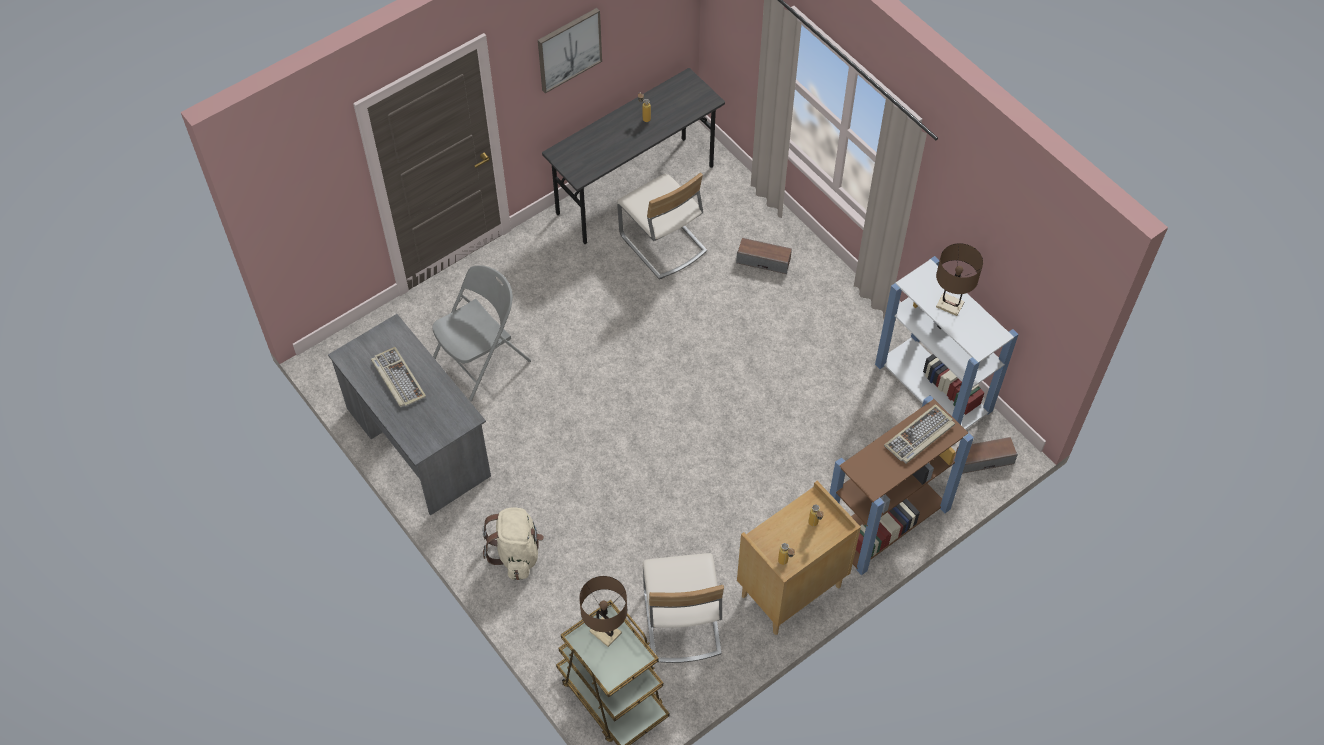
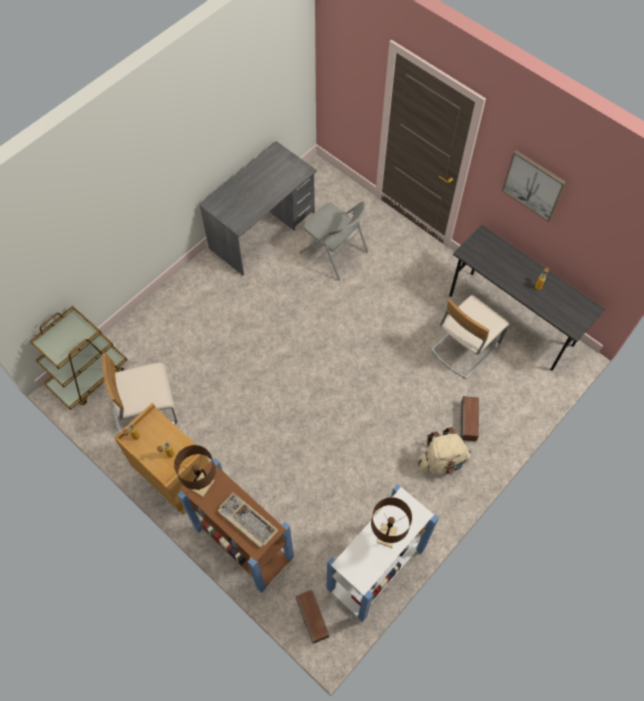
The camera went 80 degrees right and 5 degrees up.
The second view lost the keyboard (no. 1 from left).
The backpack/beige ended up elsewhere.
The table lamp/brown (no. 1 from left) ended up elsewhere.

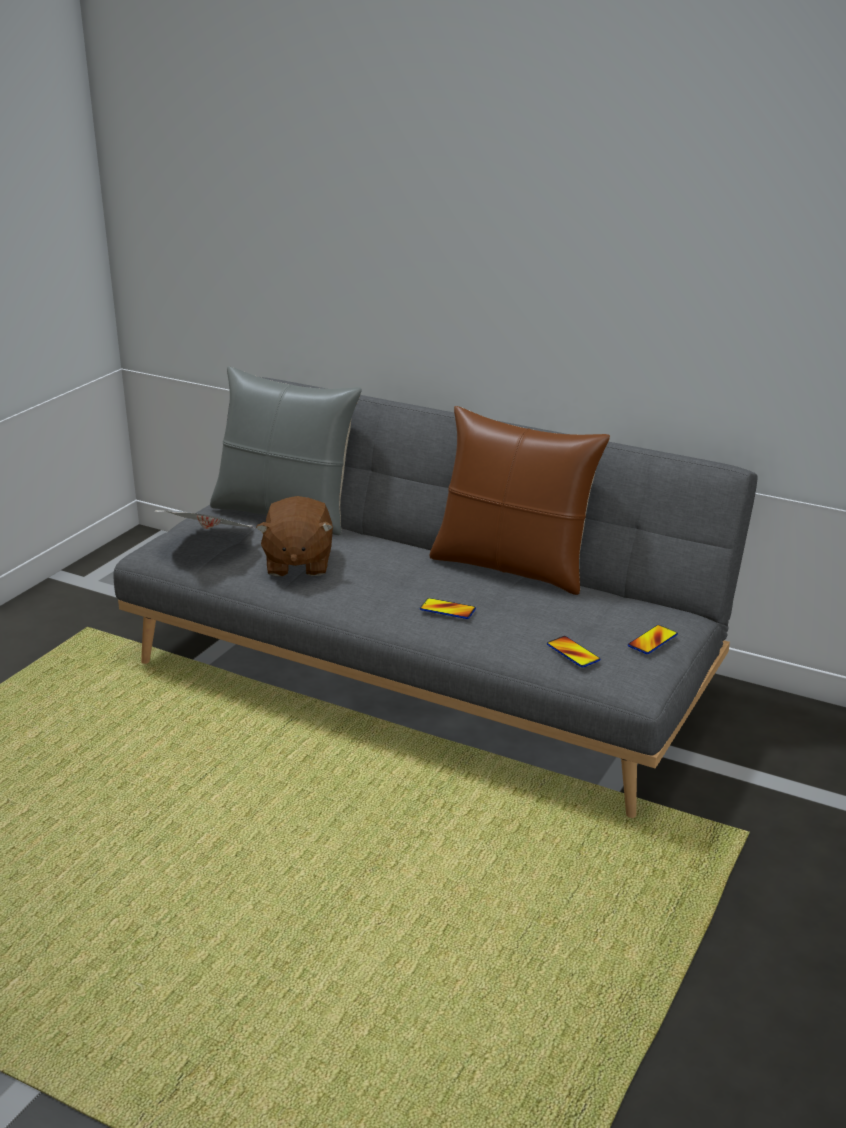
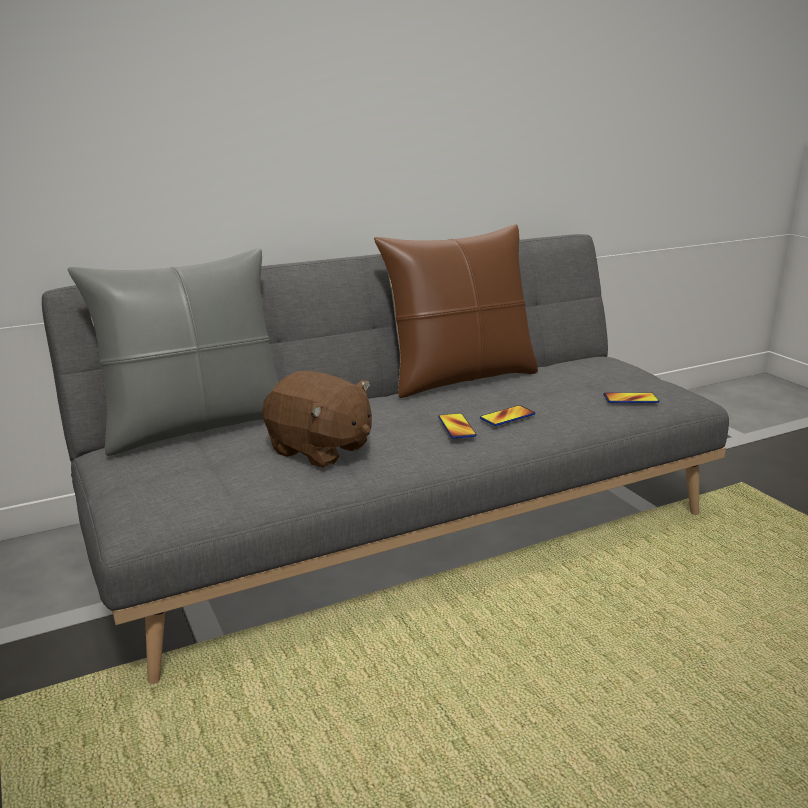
The camera went 55 degrees left and 5 degrees down.
The second view lost the newspaper.
The phone (no. 3 from left in the first image) ended up elsewhere.

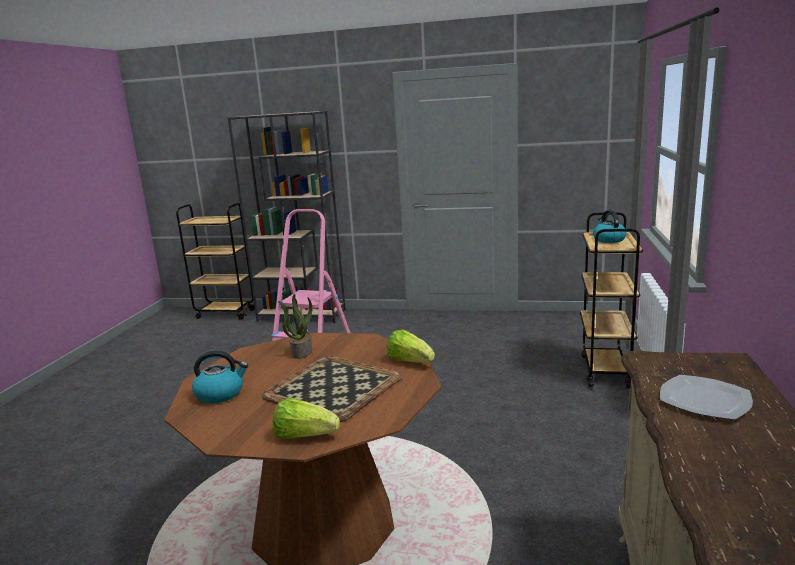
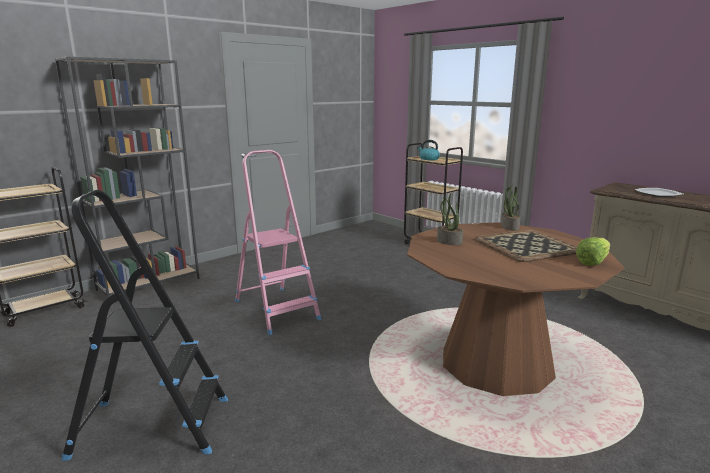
The camera went 55 degrees left and 0 degrees up.
The second view lost the kettle (no. 1 from left).
The second view gained the step ladder/black.
Where the lettuce (no. 2 from left) stood, the potted plant (no. 2 from left) came to stand.

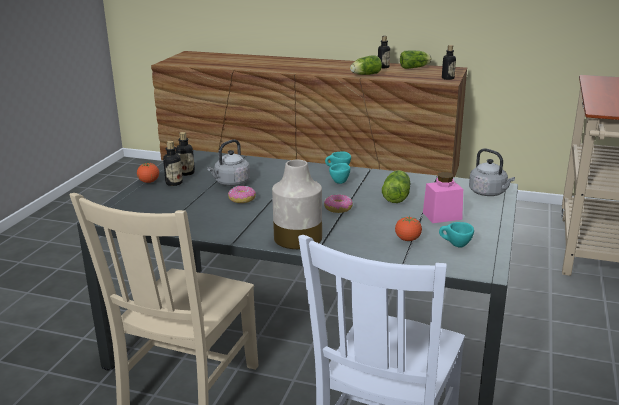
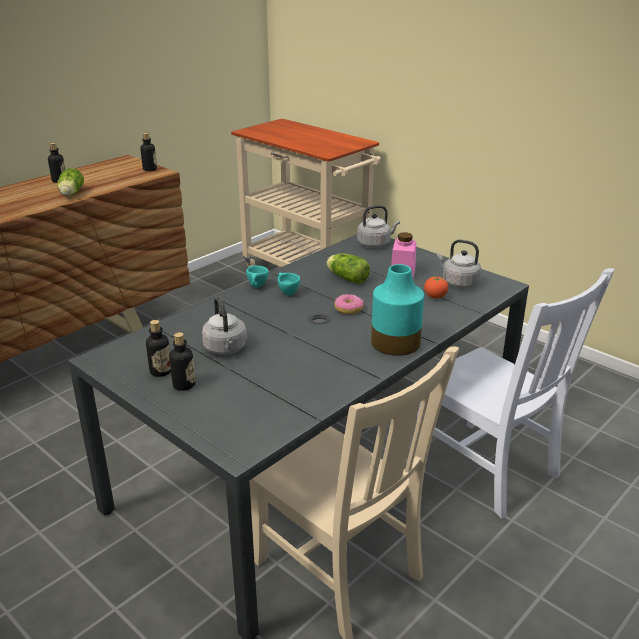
The camera went 65 degrees left and 5 degrees up.
The second view lost the tomato (no. 1 from left).
The second view lost the donut (no. 1 from left).
The second view lost the lettuce (no. 3 from left).
Where the cup/turquoise (no. 3 from left) stood, the kettle/grey (no. 3 from left) came to stand.
What was the vase/beige turned into the vase/turquoise.

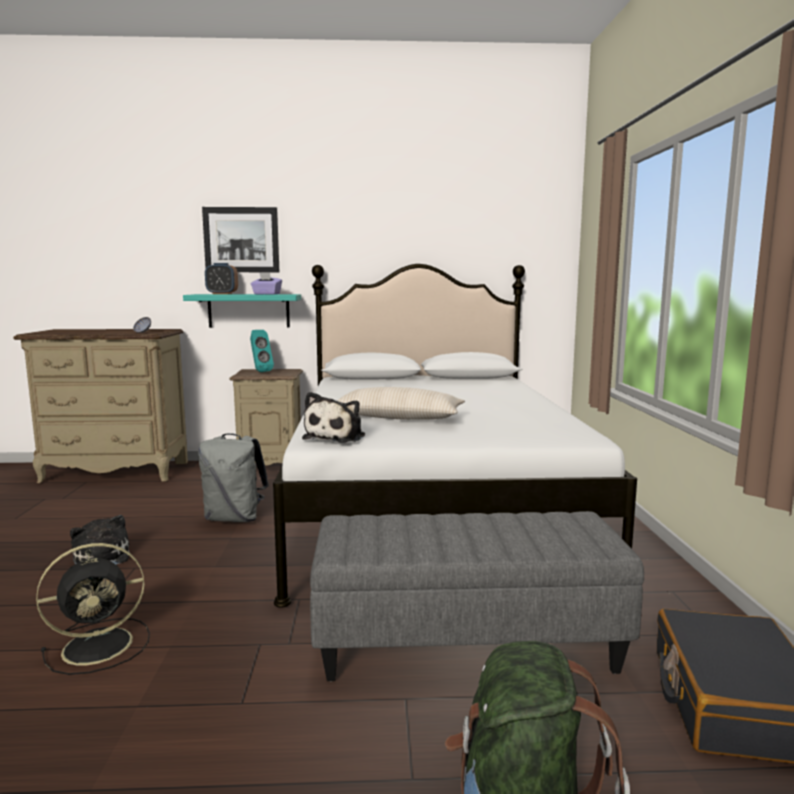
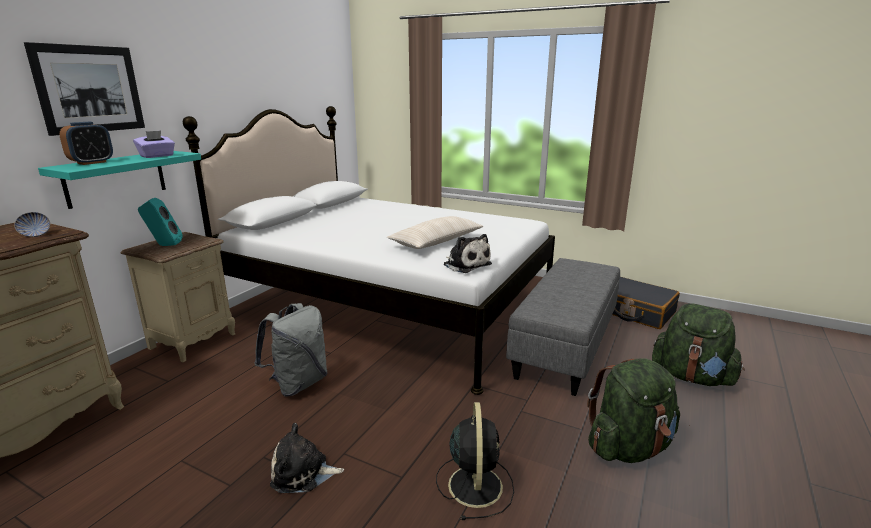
The camera went 60 degrees left and 10 degrees up.
The second view gained the backpack/green (no. 1 from left).

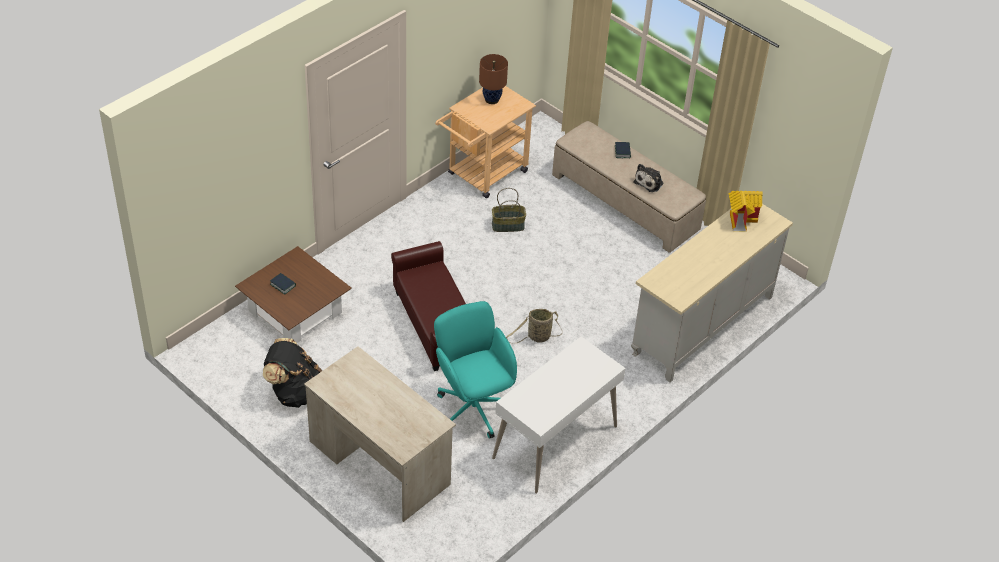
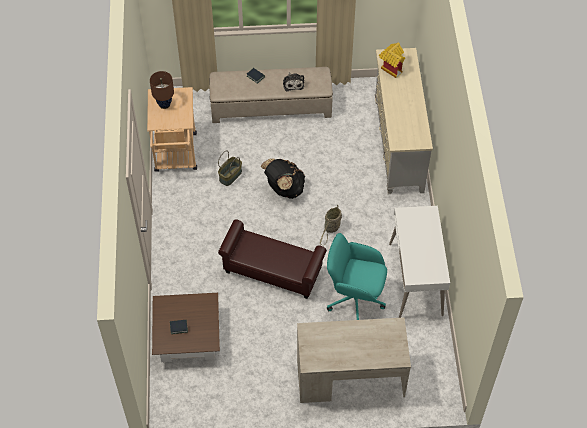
The camera went 45 degrees left and 10 degrees up.
The backpack/black ended up elsewhere.

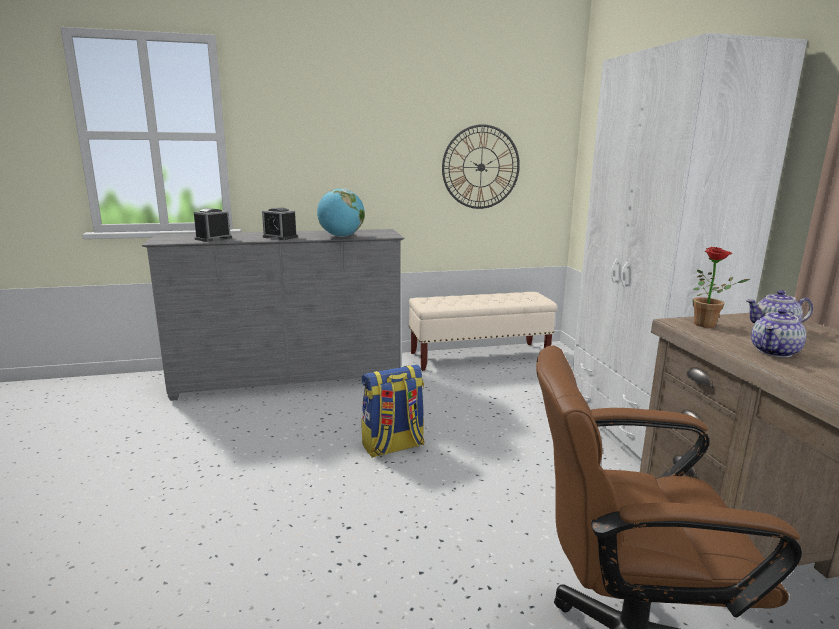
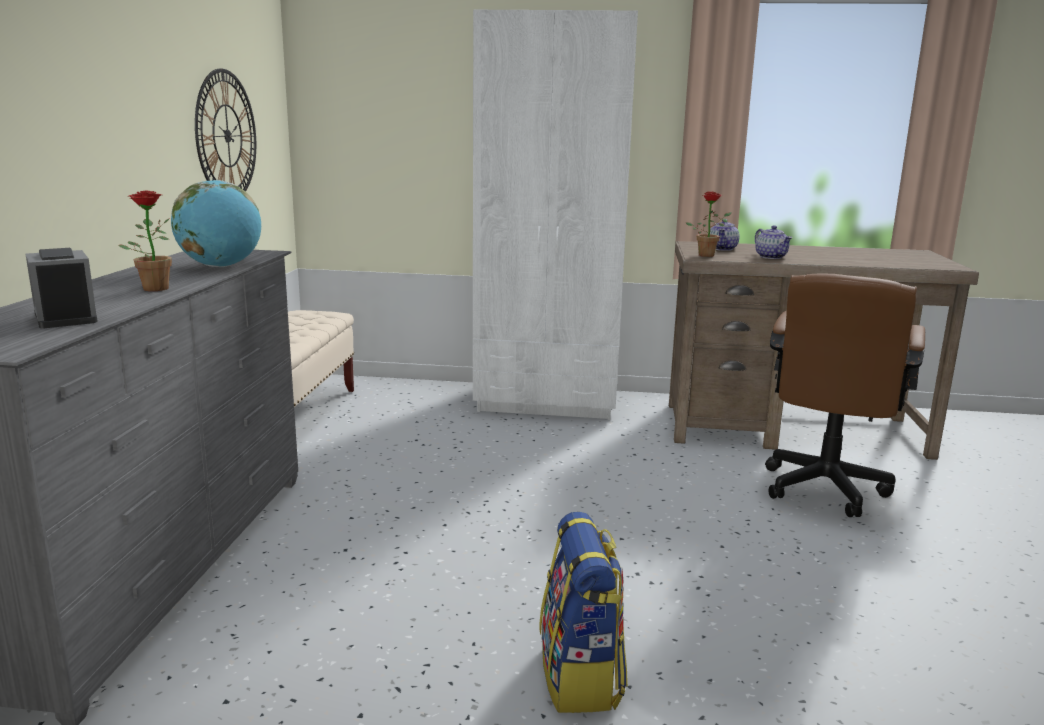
The camera went 70 degrees left and 0 degrees up.
The backpack ended up elsewhere.
Where the alarm clock (no. 2 from left) stood, the potted plant (no. 1 from left) came to stand.

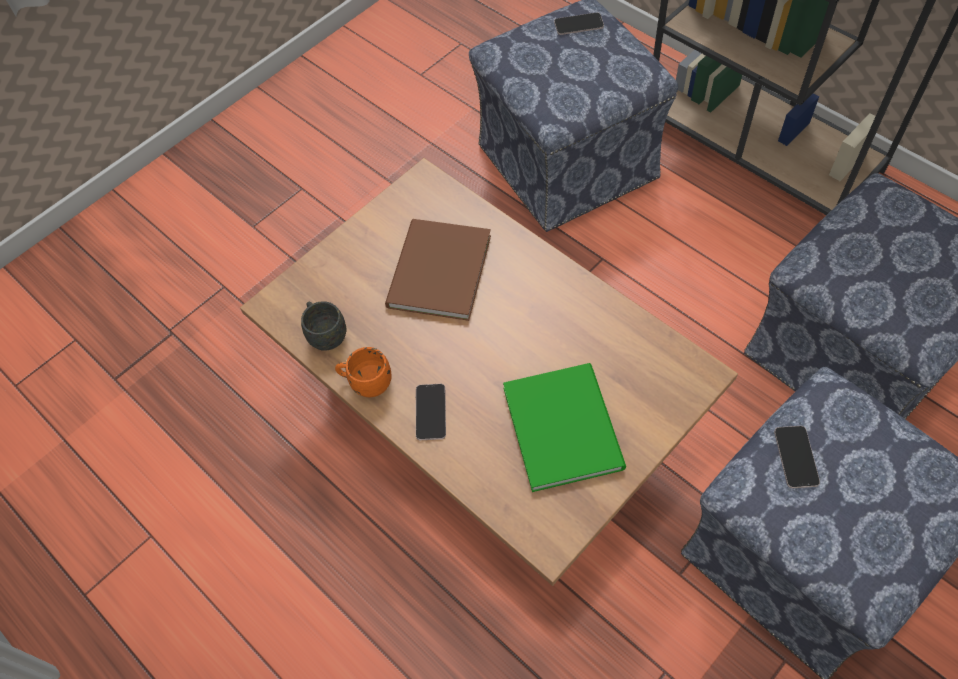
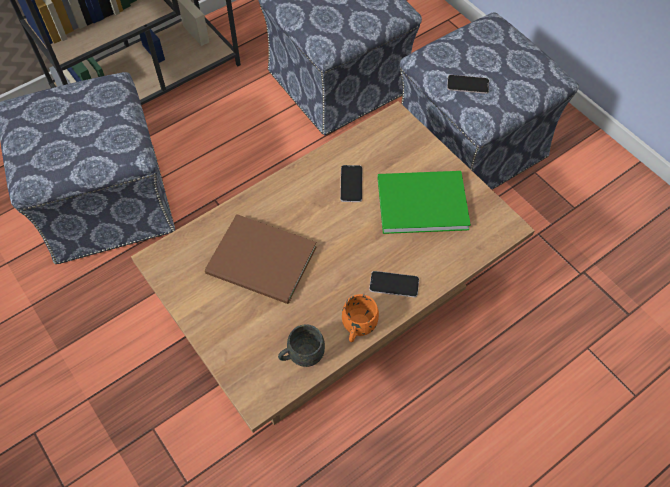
The camera went 85 degrees left and 0 degrees up.
The phone (no. 2 from left in the first image) ended up elsewhere.

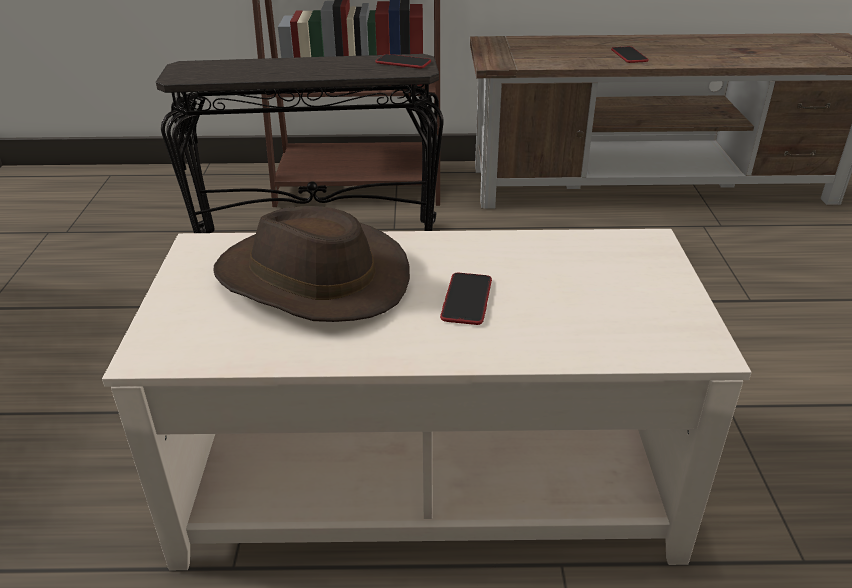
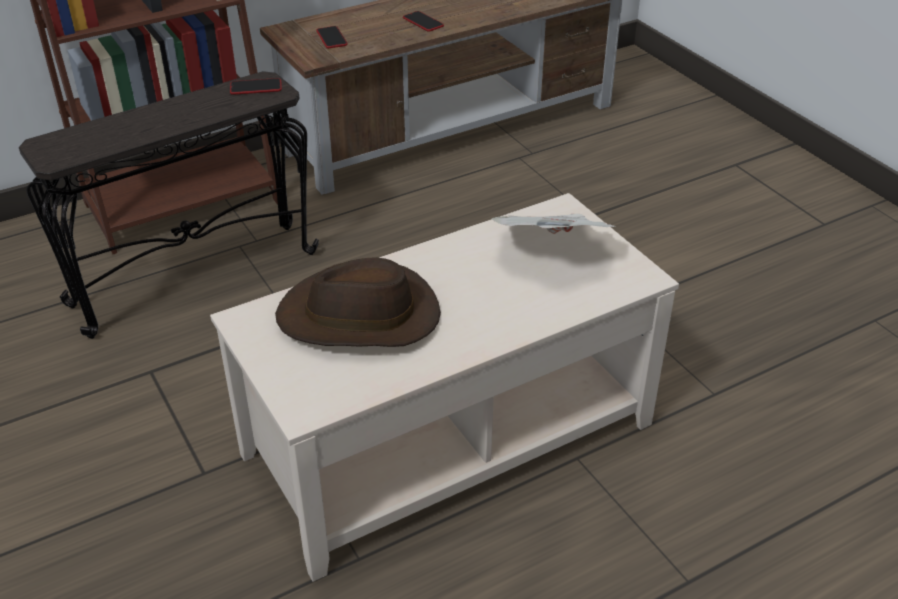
The camera went 30 degrees left and 5 degrees up.
The second view gained the newspaper.
The phone (no. 2 from left) ended up elsewhere.

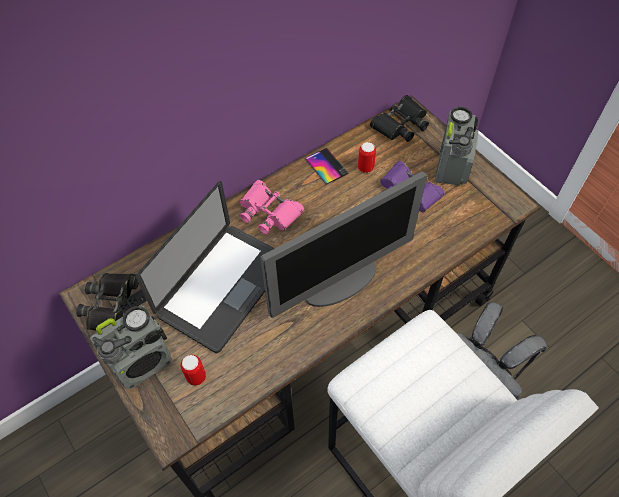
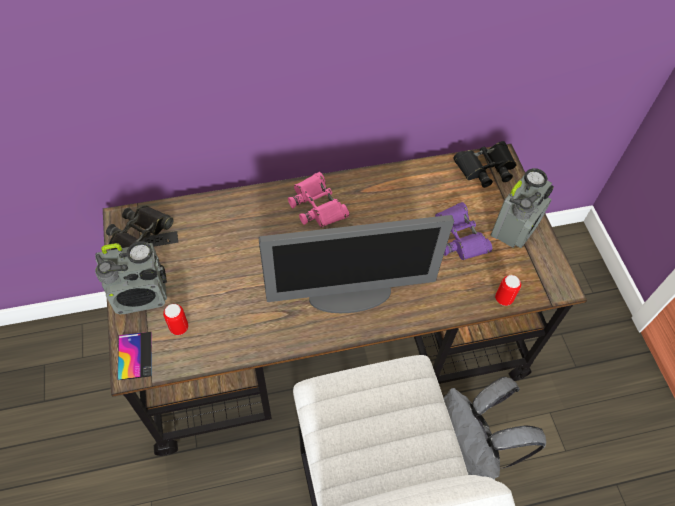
The camera went 20 degrees right and 0 degrees up.
The second view lost the laptop.
The phone ended up elsewhere.
The can (no. 2 from left) ended up elsewhere.

